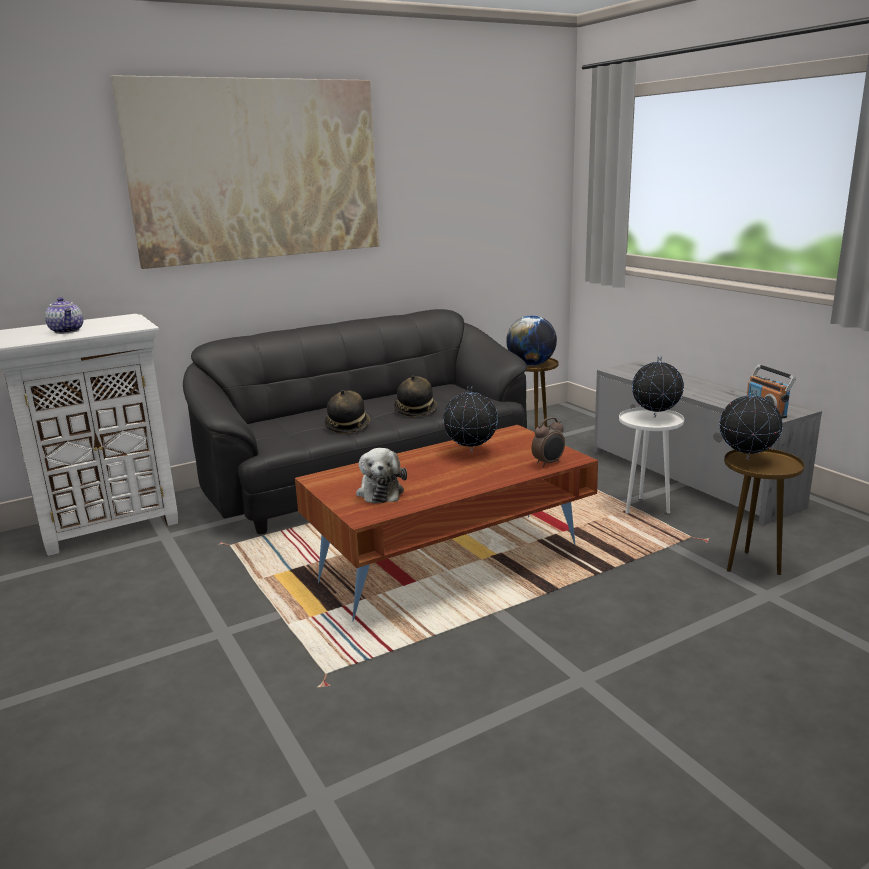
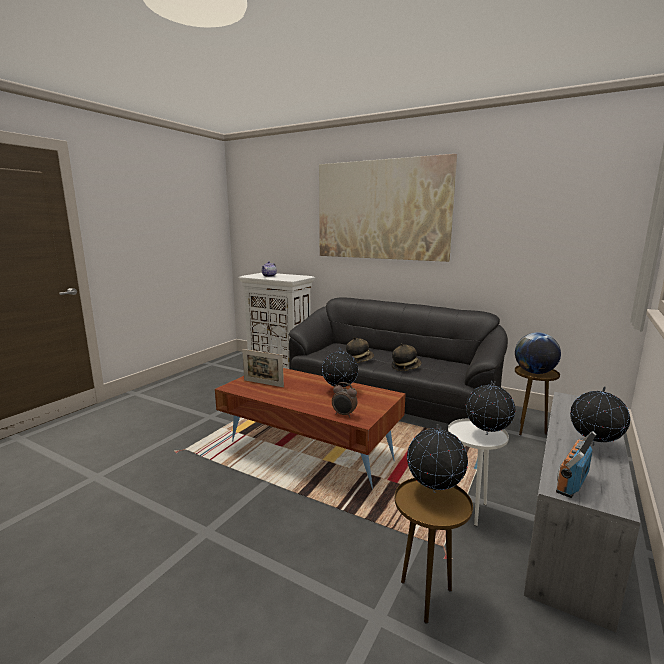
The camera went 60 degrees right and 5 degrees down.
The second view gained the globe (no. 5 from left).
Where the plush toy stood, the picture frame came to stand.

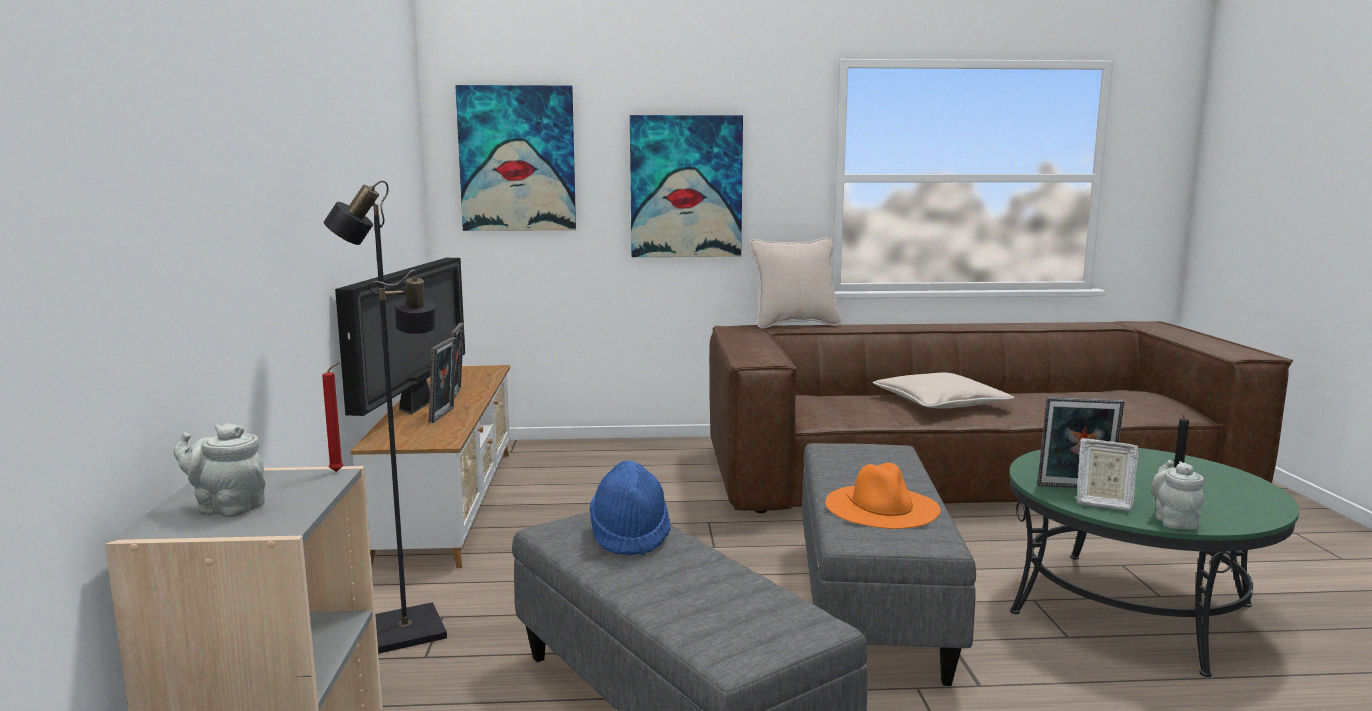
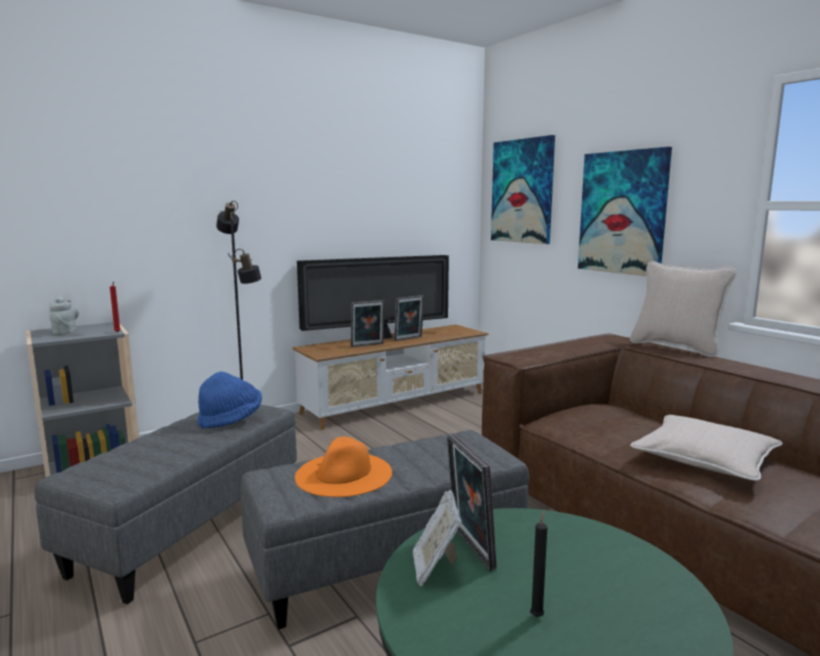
The camera went 60 degrees right and 0 degrees up.
The second view lost the teapot/grey (no. 2 from left).

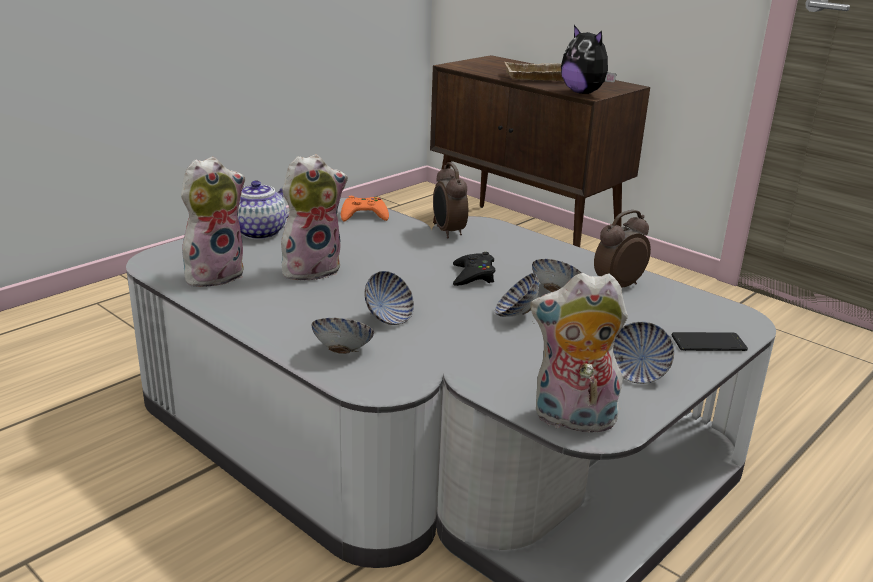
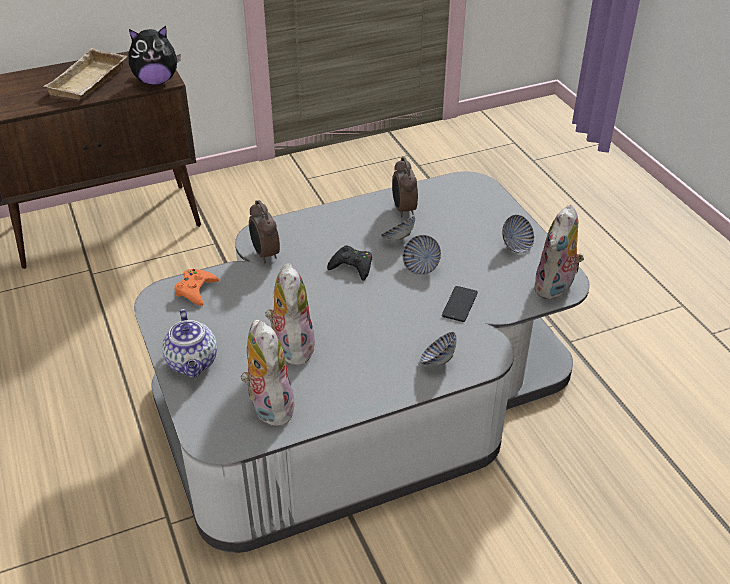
The camera went 65 degrees left and 15 degrees up.
The second view lost the bowl (no. 2 from left).
The phone ended up elsewhere.
The alarm clock (no. 1 from left) ended up facing another way, 60 degrees clockwise from before.

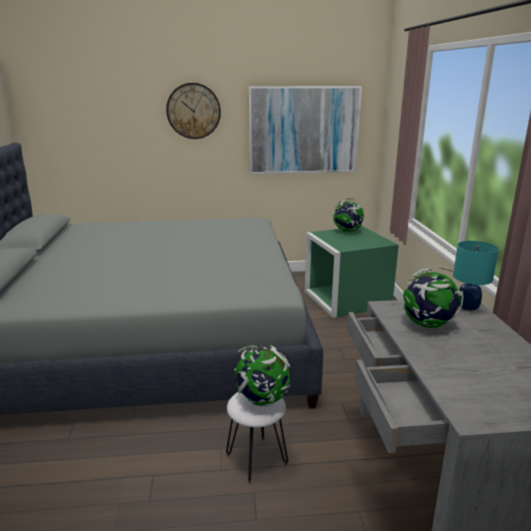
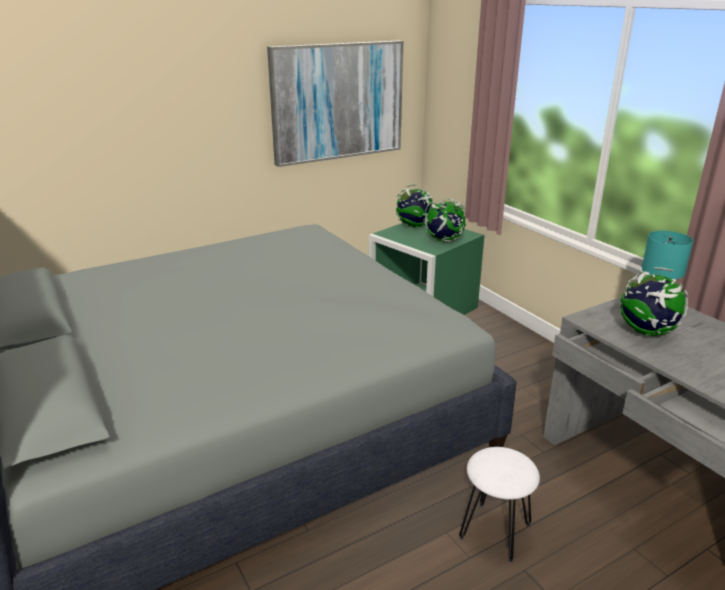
The camera went 25 degrees left and 5 degrees up.
The second view lost the wall clock.
The globe (no. 1 from left in the first image) ended up elsewhere.

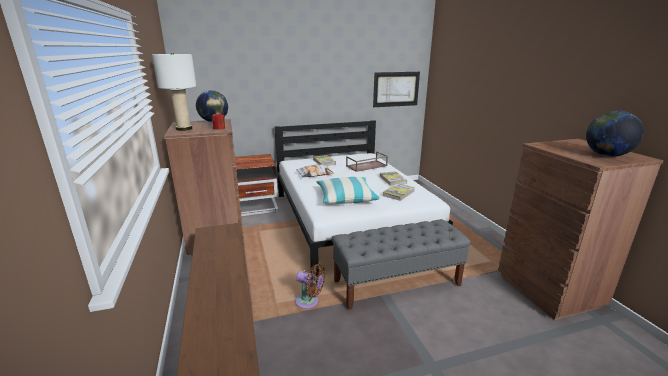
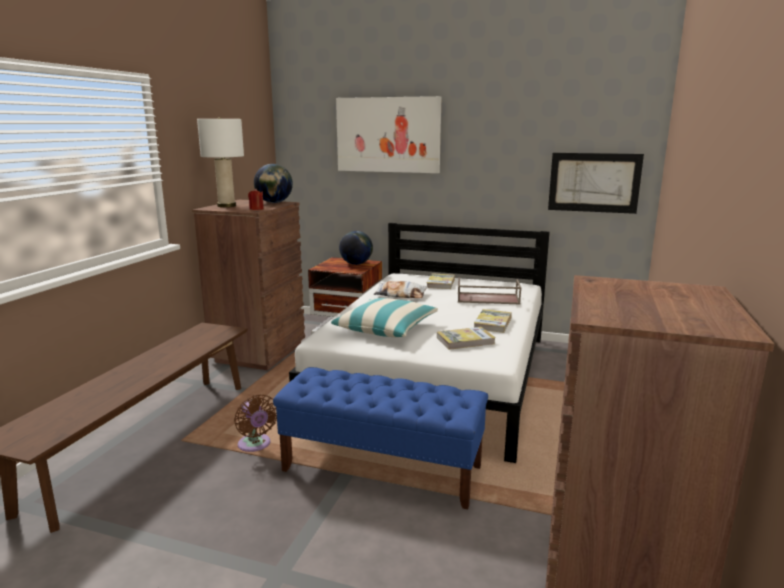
The camera went 35 degrees right and 5 degrees down.
The second view gained the picture (no. 1 from left).
The globe (no. 2 from left) ended up elsewhere.
What was the bench/grey turned into the bench/blue.

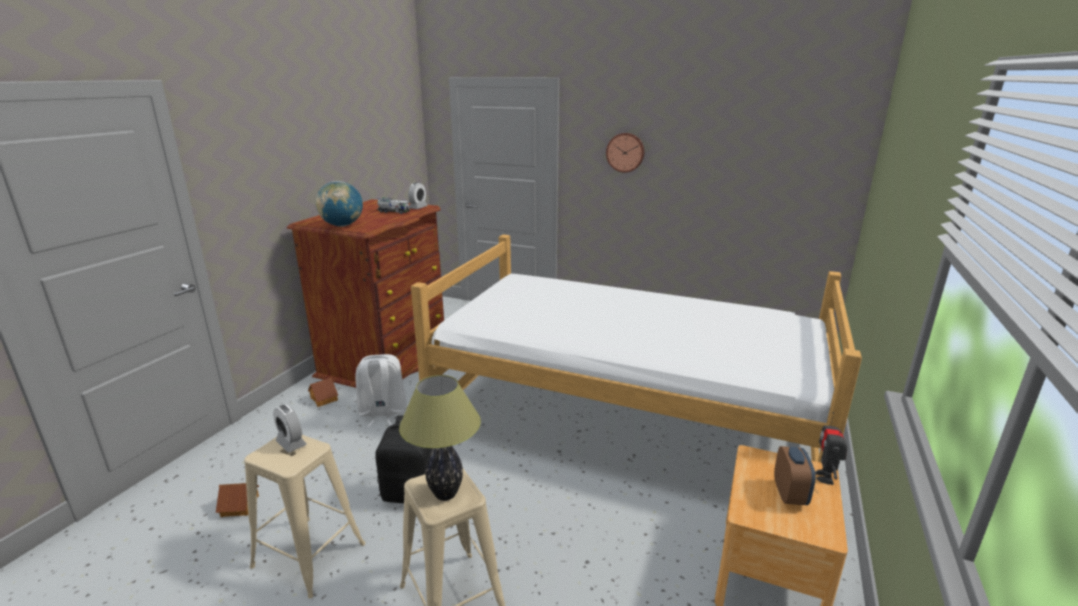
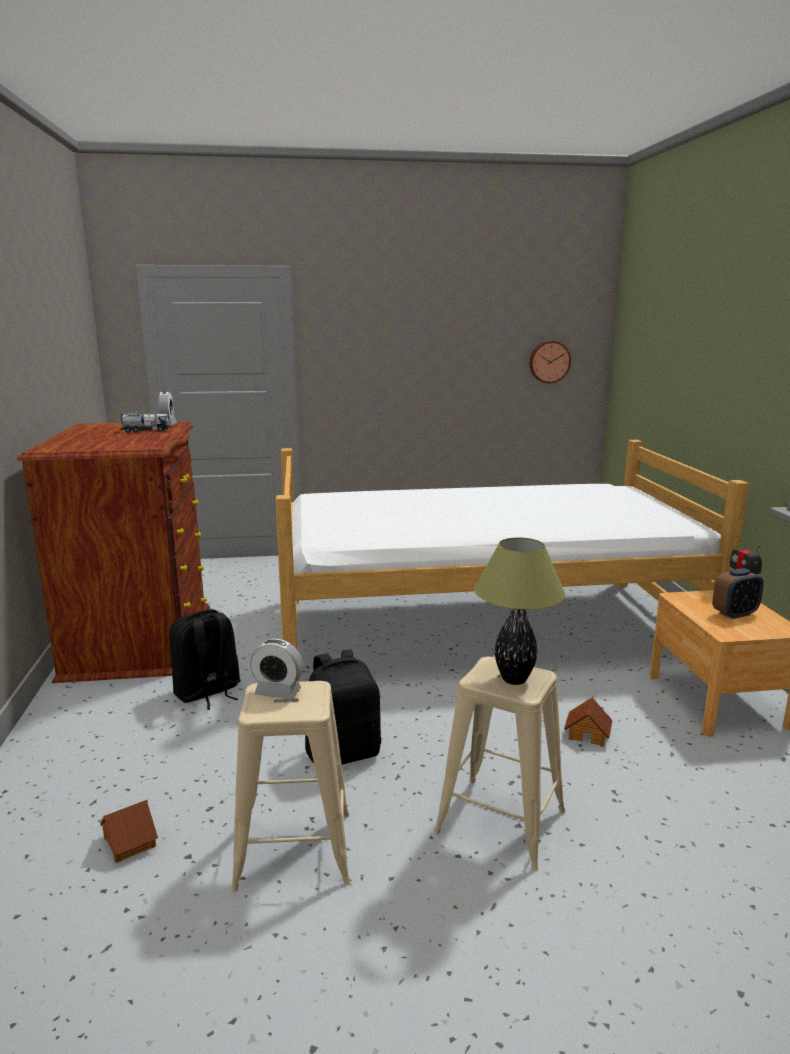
The camera went 30 degrees left and 5 degrees down.
The second view lost the globe.
The toy house (no. 2 from left) ended up elsewhere.
The wall clock ended up elsewhere.
What was the backpack/white turned into the backpack/black (no. 1 from left).
The alarm clock (no. 3 from left) ended up facing another way, 90 degrees clockwise from before.

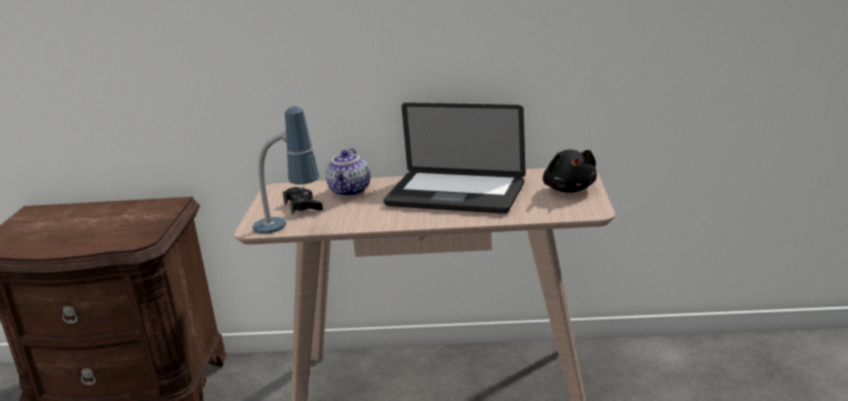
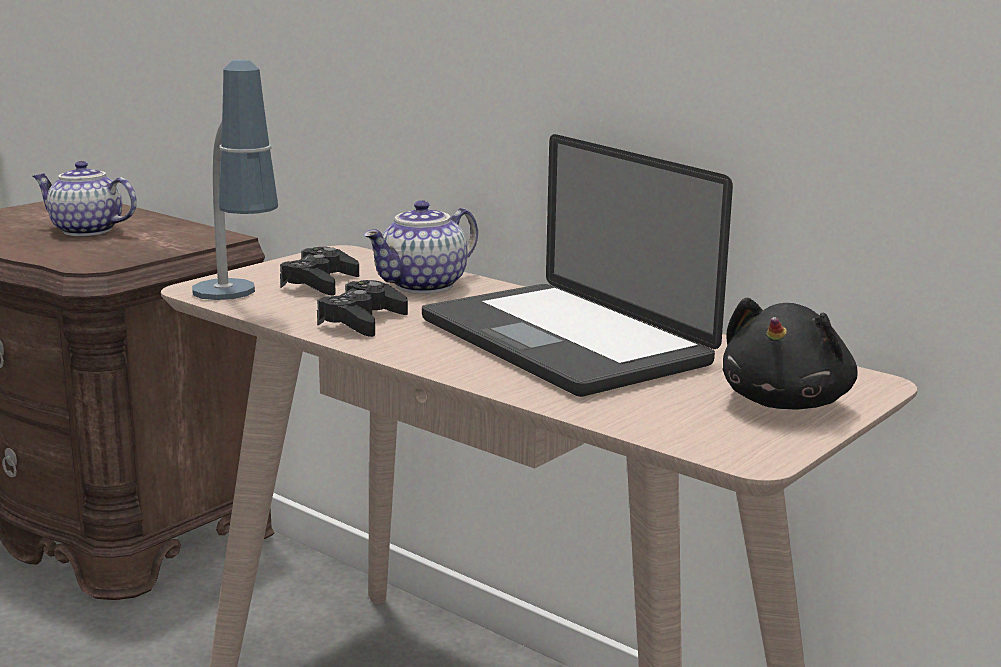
The camera went 35 degrees right and 5 degrees down.
The second view gained the teapot (no. 1 from left).
The second view gained the game controller/black (no. 2 from left).

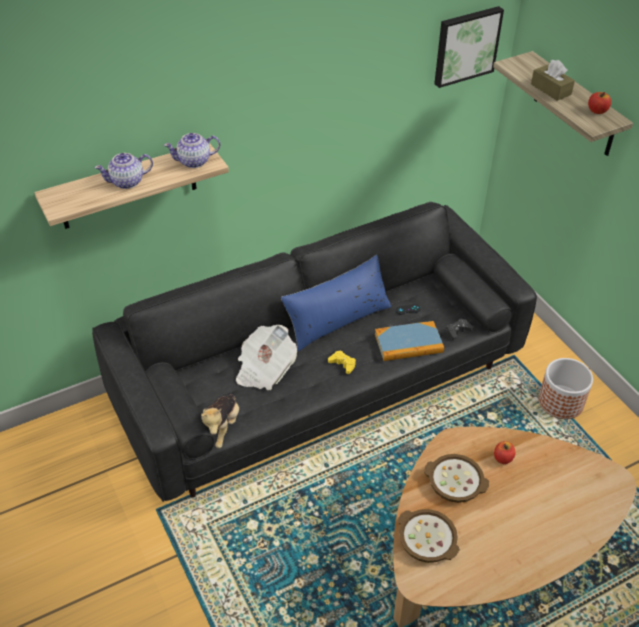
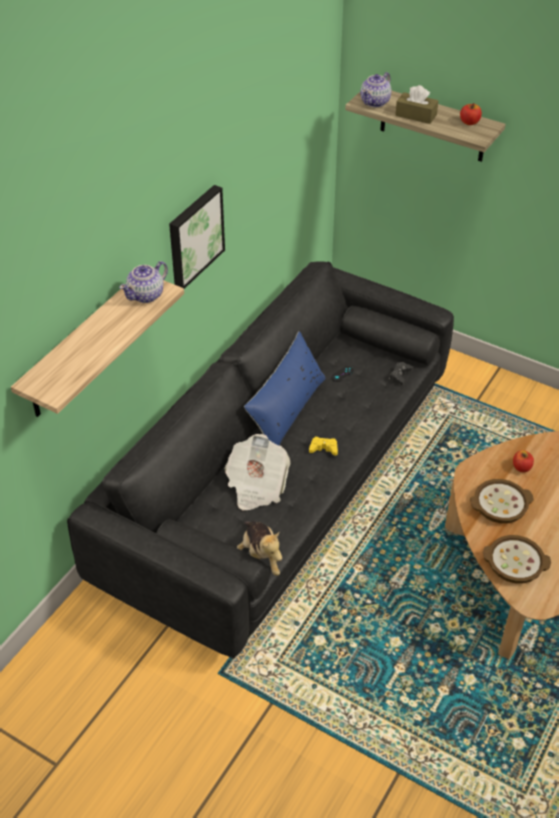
The camera went 30 degrees left and 0 degrees up.
The second view lost the book.
The second view lost the planter.
The teapot (no. 1 from left in the first image) ended up elsewhere.
The picture ended up elsewhere.

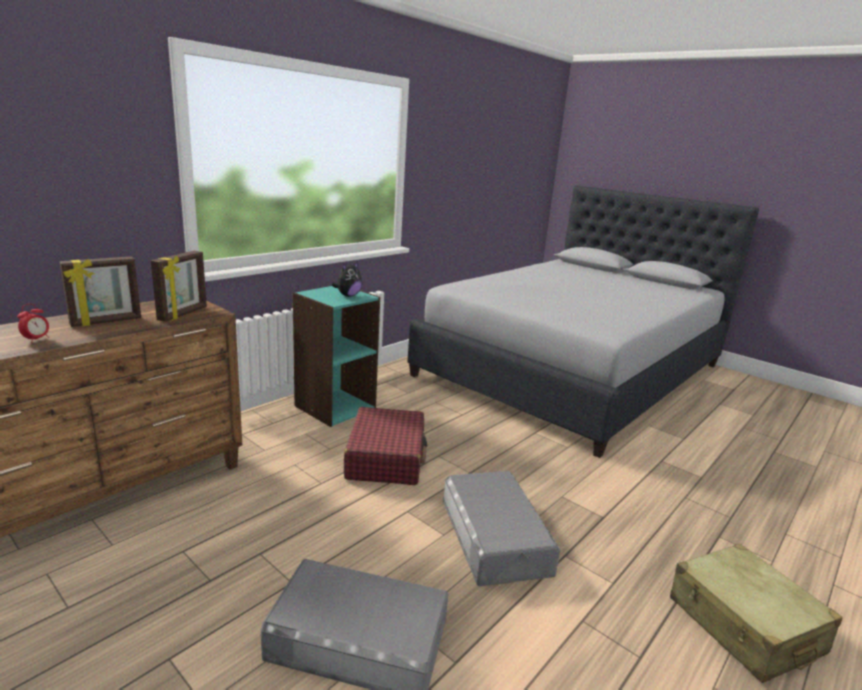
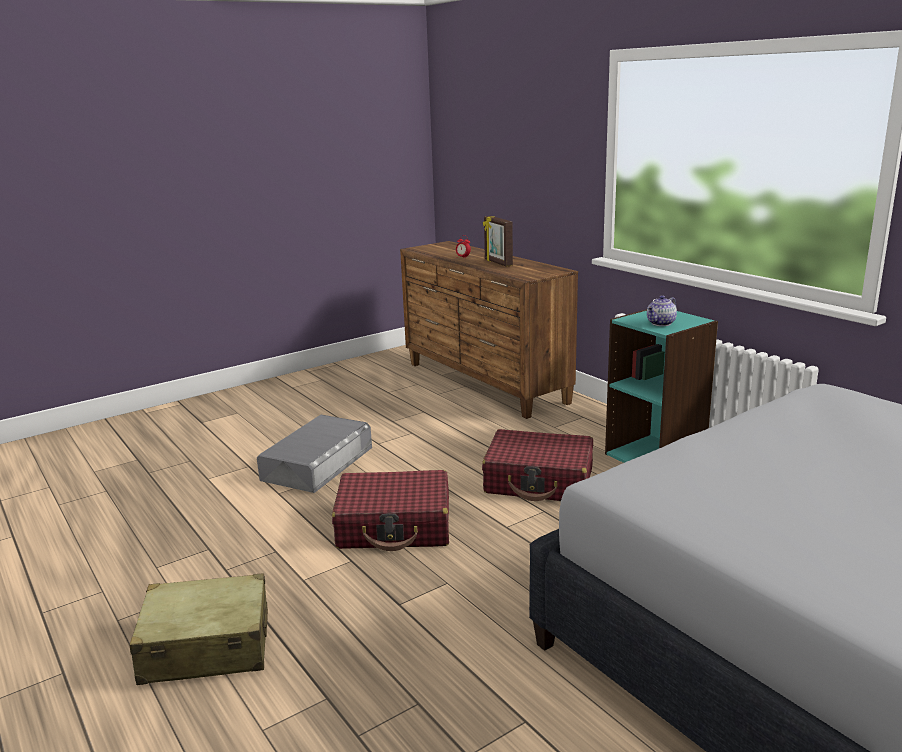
The camera went 105 degrees right and 0 degrees up.
The second view lost the picture frame (no. 2 from left).
Where the plush toy stood, the teapot came to stand.
Where the storage box/grey (no. 2 from left) stood, the suitcase/red (no. 1 from left) came to stand.

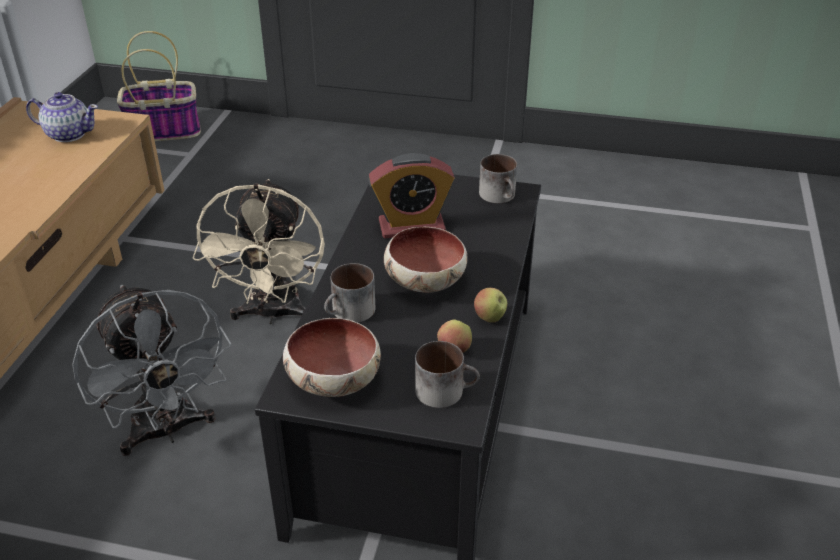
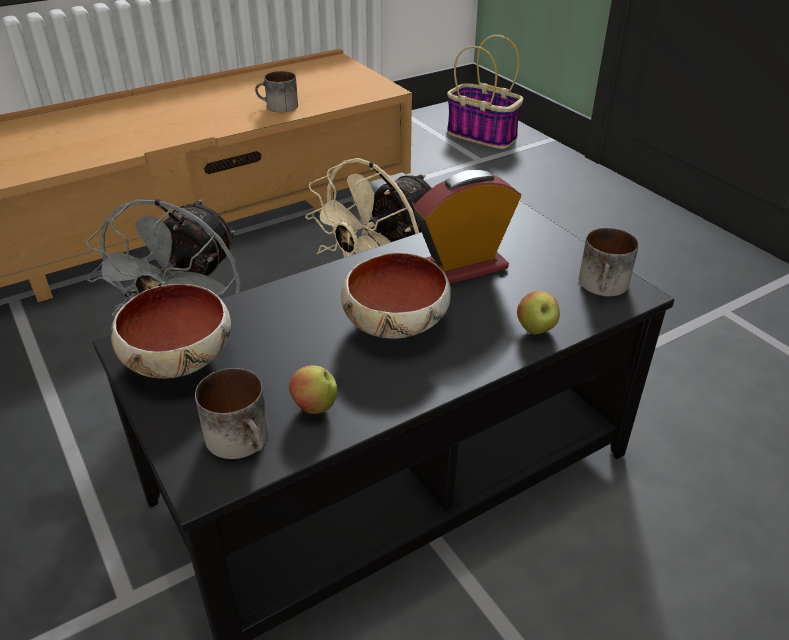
The camera went 45 degrees right and 0 degrees up.
The second view lost the teapot.
The mug (no. 1 from left in the first image) ended up elsewhere.
The apple (no. 2 from left) ended up elsewhere.
The alarm clock ended up facing another way, 120 degrees clockwise from before.

